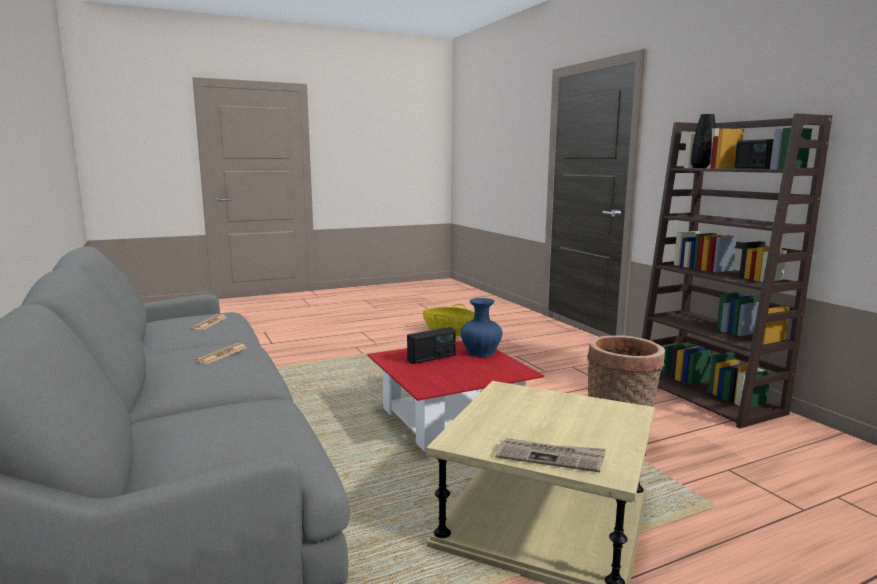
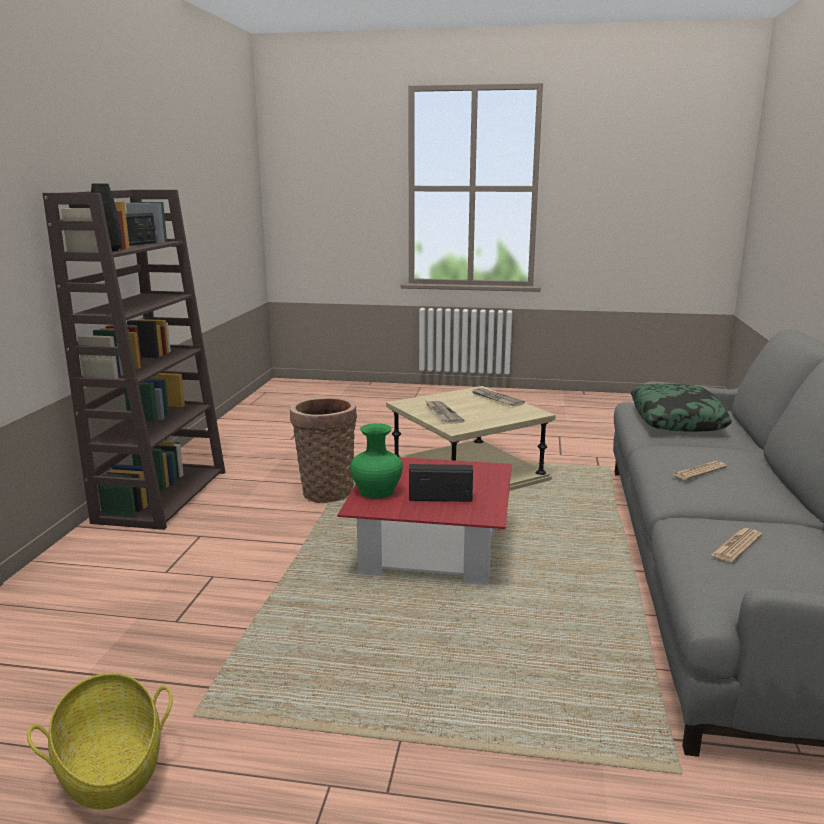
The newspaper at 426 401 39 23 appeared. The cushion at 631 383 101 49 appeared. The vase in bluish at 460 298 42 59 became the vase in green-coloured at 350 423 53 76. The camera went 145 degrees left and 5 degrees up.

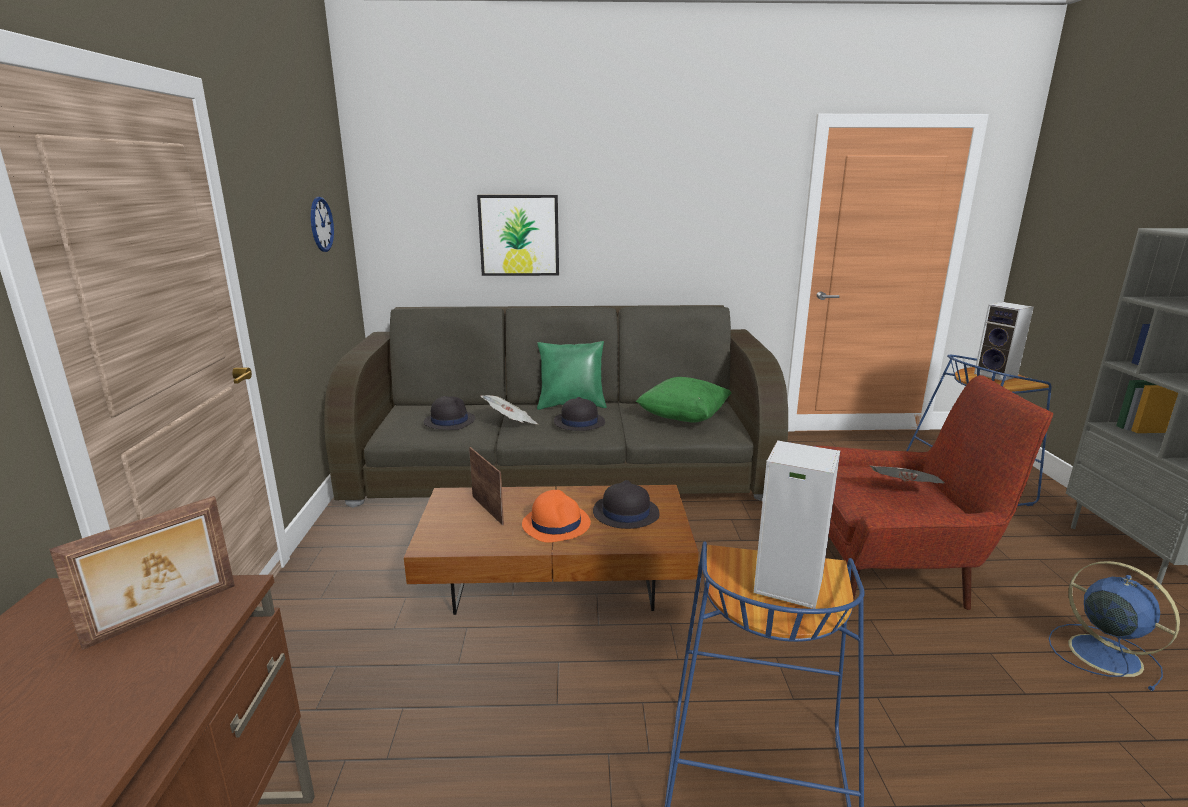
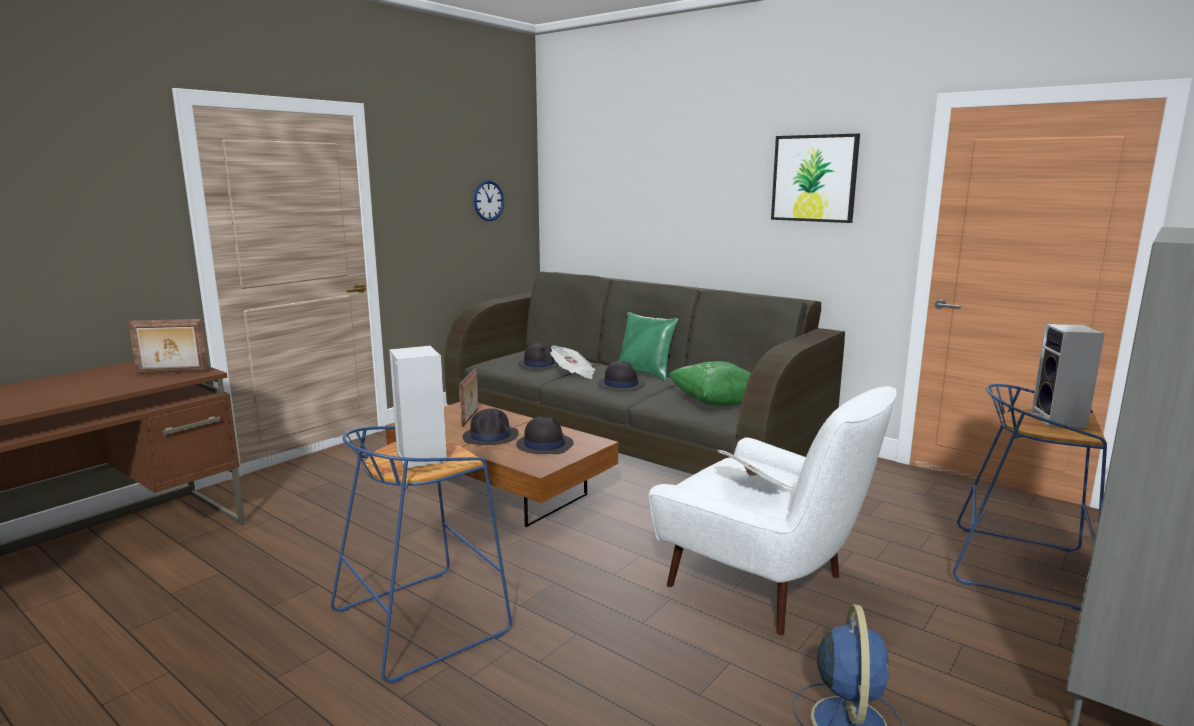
The picture moved from 477 195 82 81 to 771 134 89 89. The hat in orangey at 522 490 69 53 became the hat in black-coloured at 463 408 56 37. The lounge chair in red-coloured at 815 375 238 235 became the lounge chair in white-coloured at 648 386 249 249. The camera went 40 degrees right and 5 degrees down.

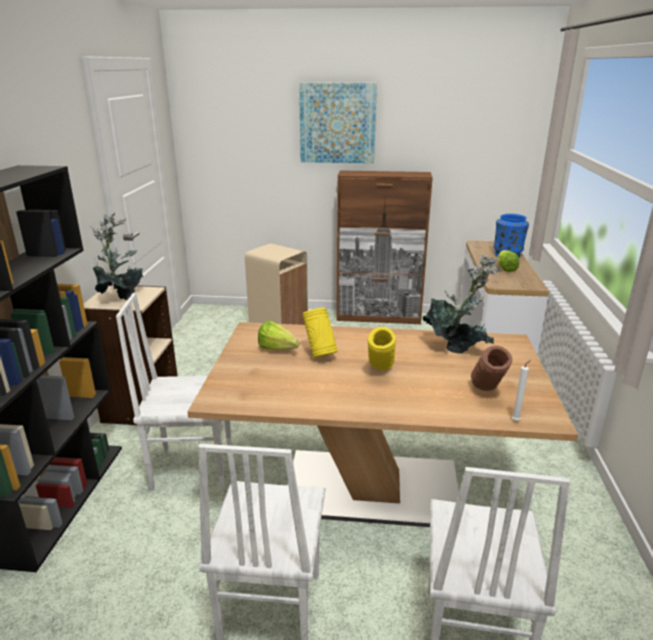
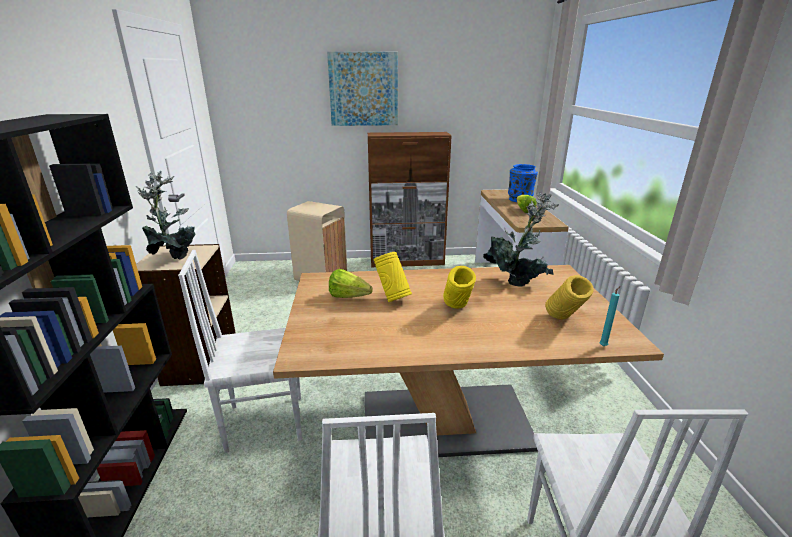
The vase in brown at 471 346 41 45 became the vase in yellowish at 545 275 49 44. The wax light in white-coloured at 512 360 19 61 became the wax light in turquoise at 599 286 22 60. The camera went 10 degrees left and 0 degrees up.

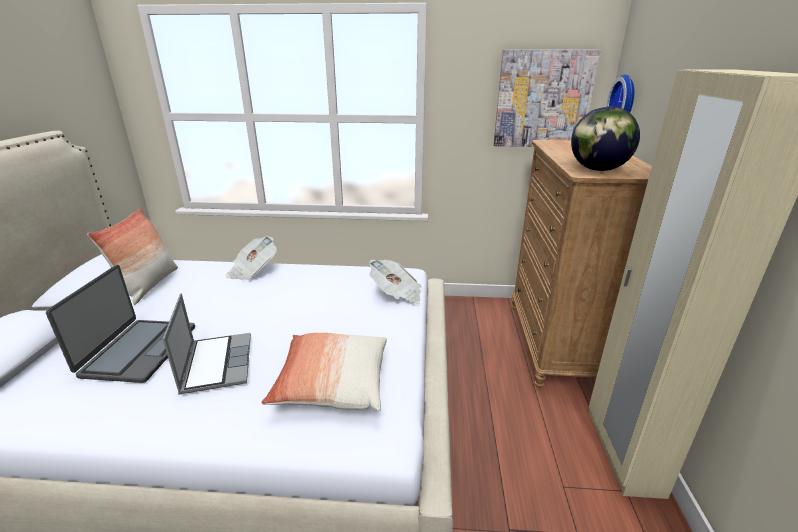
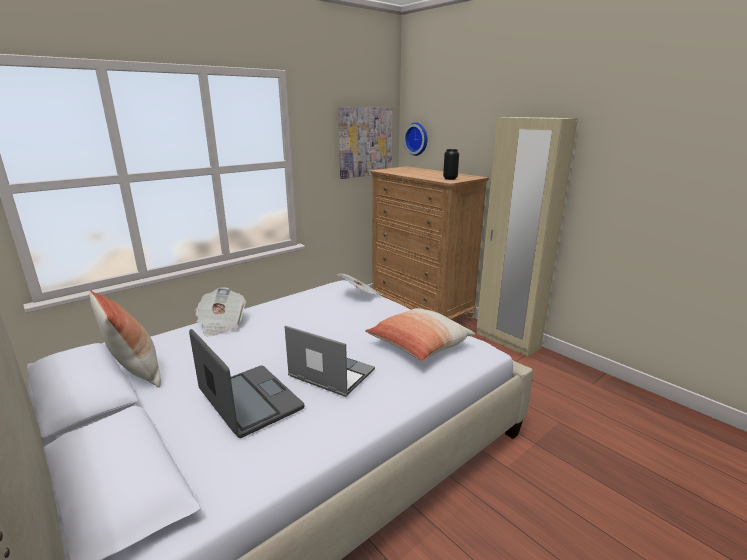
The desk globe at 571 106 69 65 was replaced by the vase in black-coloured at 443 149 16 31. The camera went 45 degrees left and 5 degrees down.

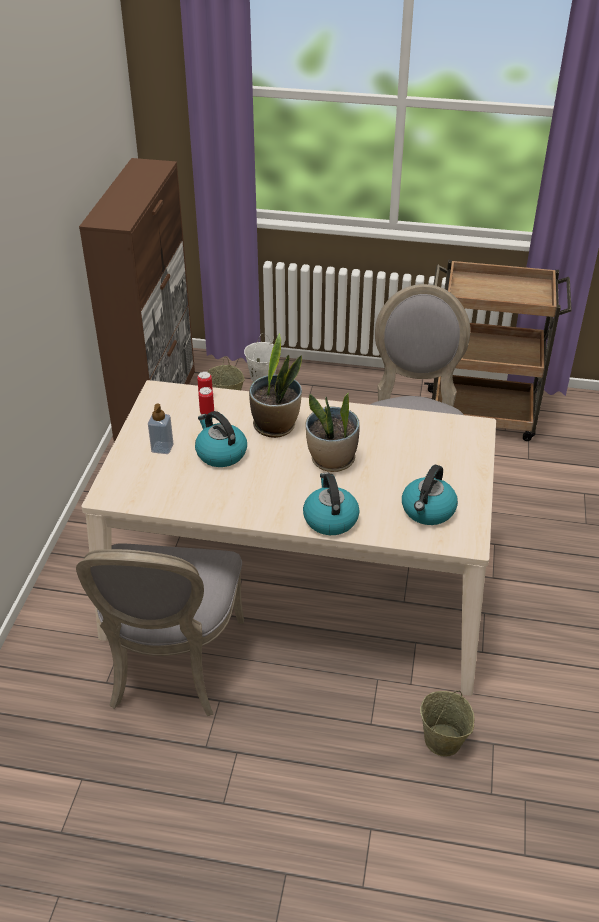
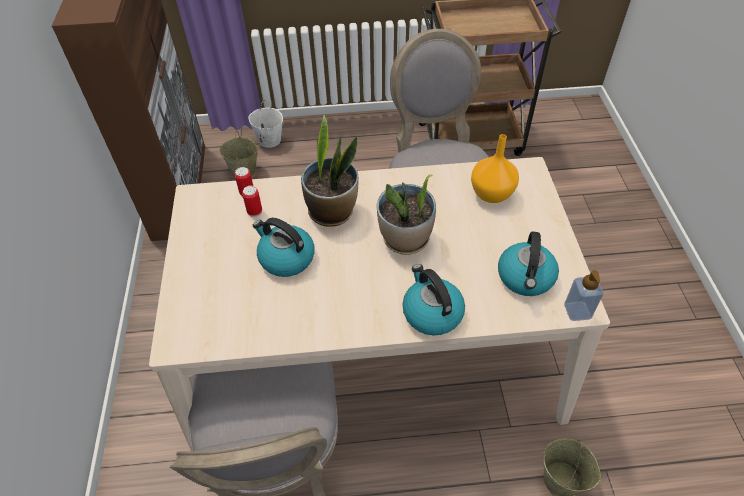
The vase in orangey at 471 134 48 69 appeared. The soap dispenser moved from 148 404 25 50 to 564 270 39 51. The camera went 15 degrees left and 10 degrees up.

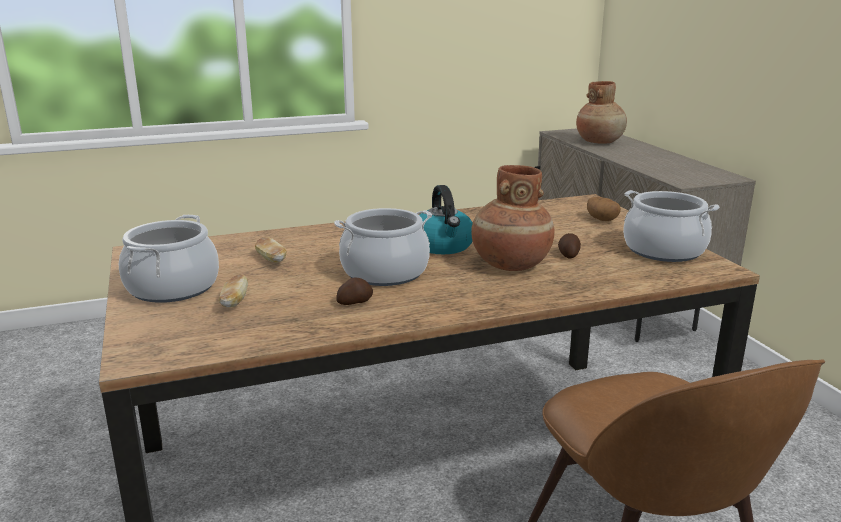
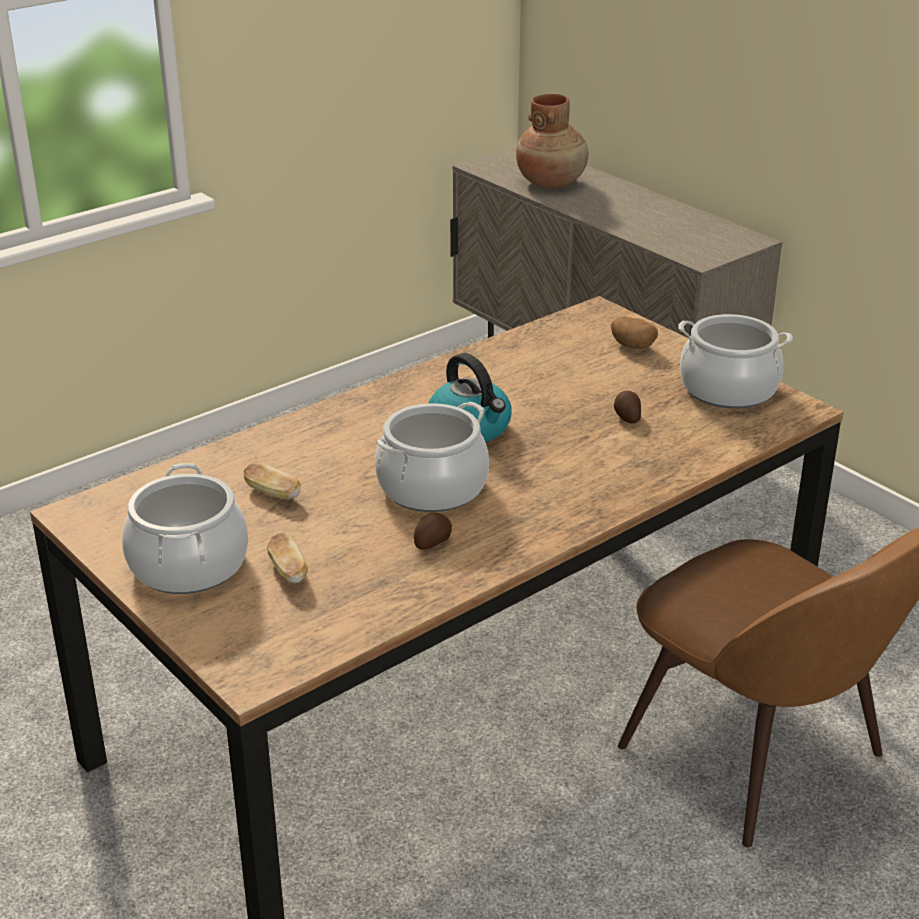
The vase in brown at 471 165 83 106 disappeared. The camera went 20 degrees left and 10 degrees up.

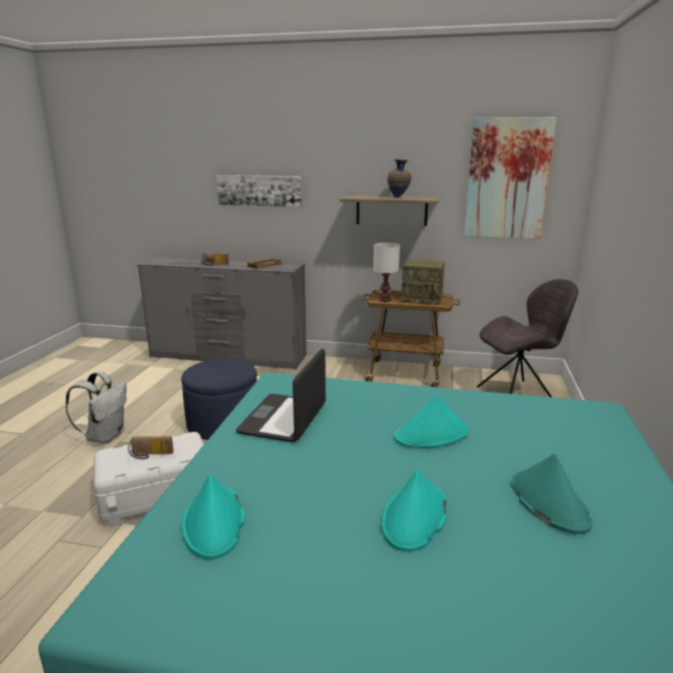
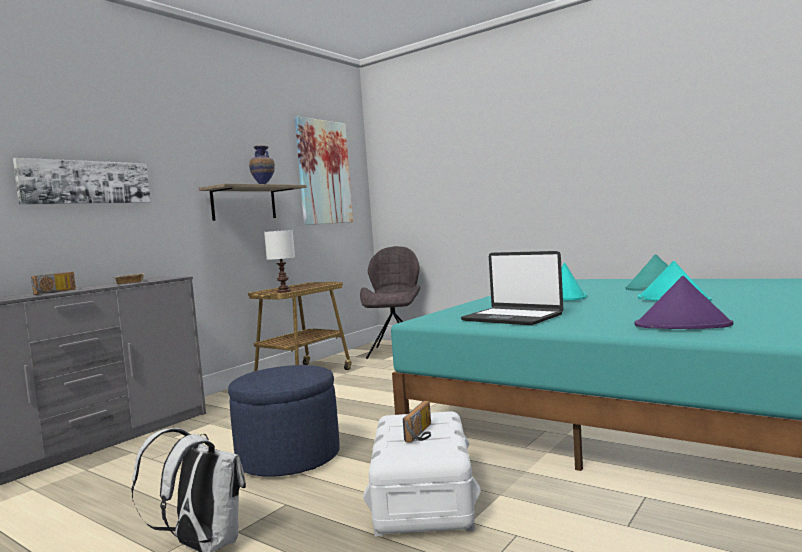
The radio set at 401 259 44 45 disappeared. The hat in turquoise at 182 473 63 86 became the hat in purplish at 635 276 98 53. The camera went 65 degrees left and 15 degrees down.

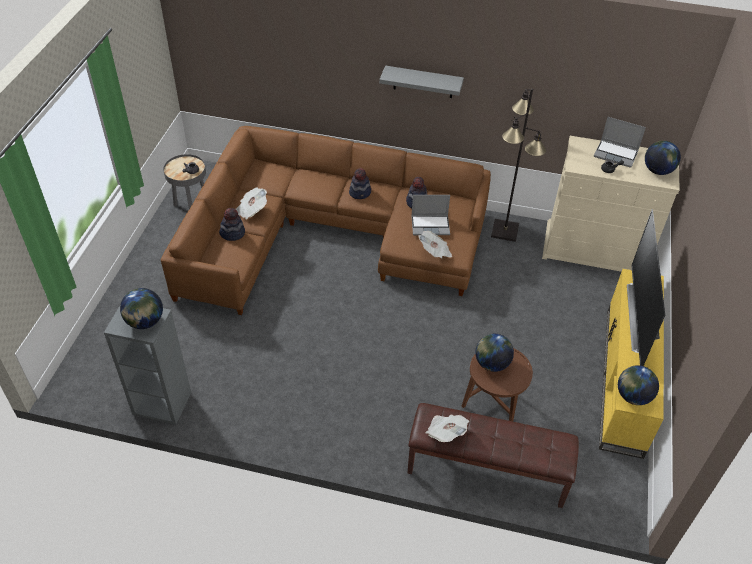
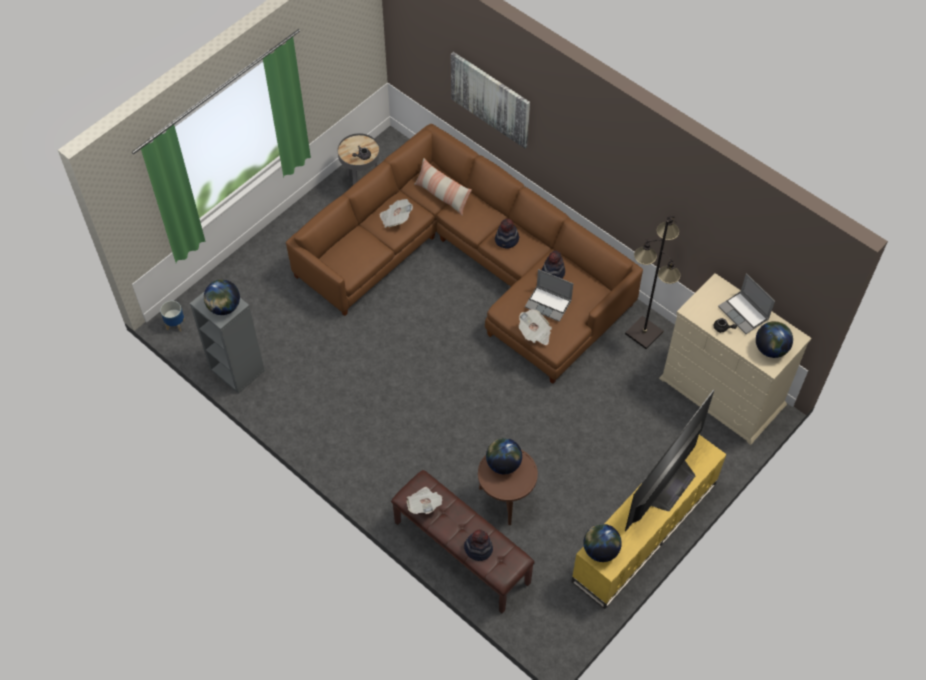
The wall shelf in greyish at 379 66 85 32 disappeared. The plant pot at 160 301 25 31 appeared. The cushion at 415 158 57 58 appeared. The picture at 451 52 79 96 appeared. The hat moved from 219 208 26 33 to 464 530 29 31. The camera went 30 degrees right and 10 degrees up.

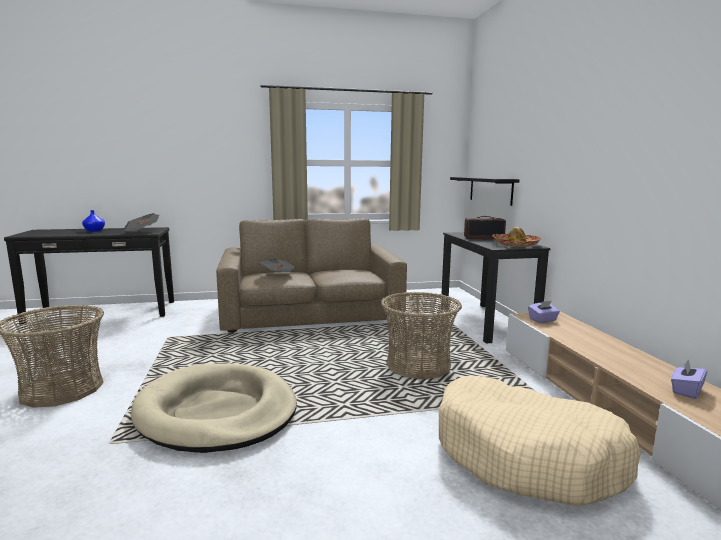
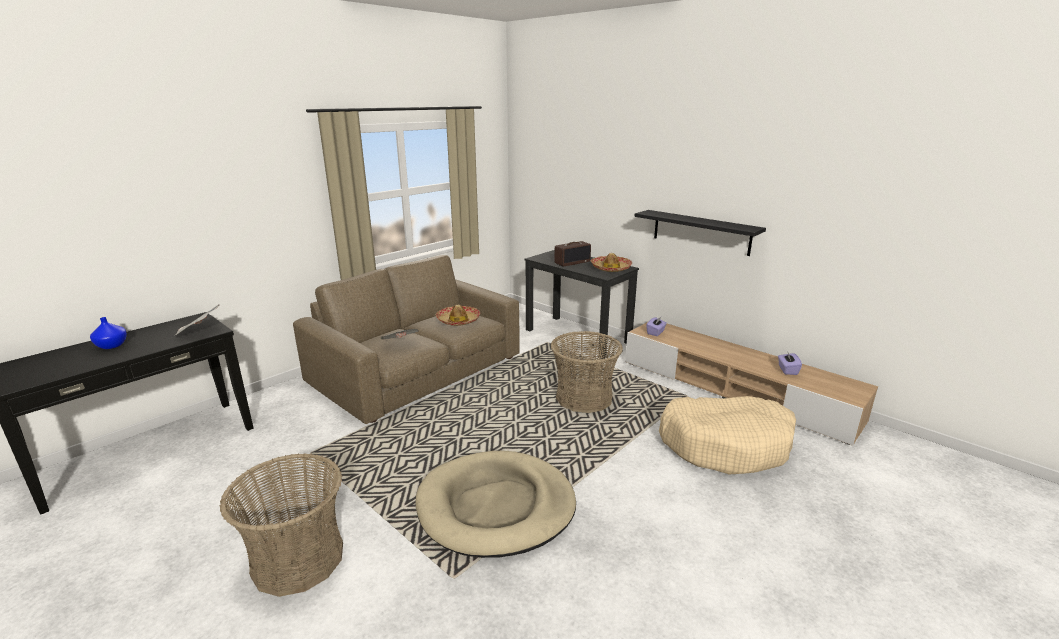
The hat at 436 305 44 21 appeared. The wall shelf in black-coloured moved from 450 177 70 29 to 634 210 132 46. The camera went 35 degrees left and 10 degrees up.

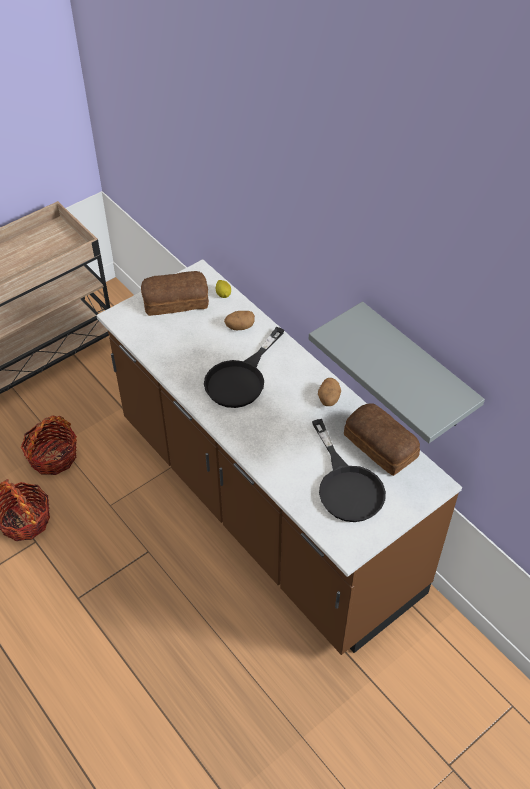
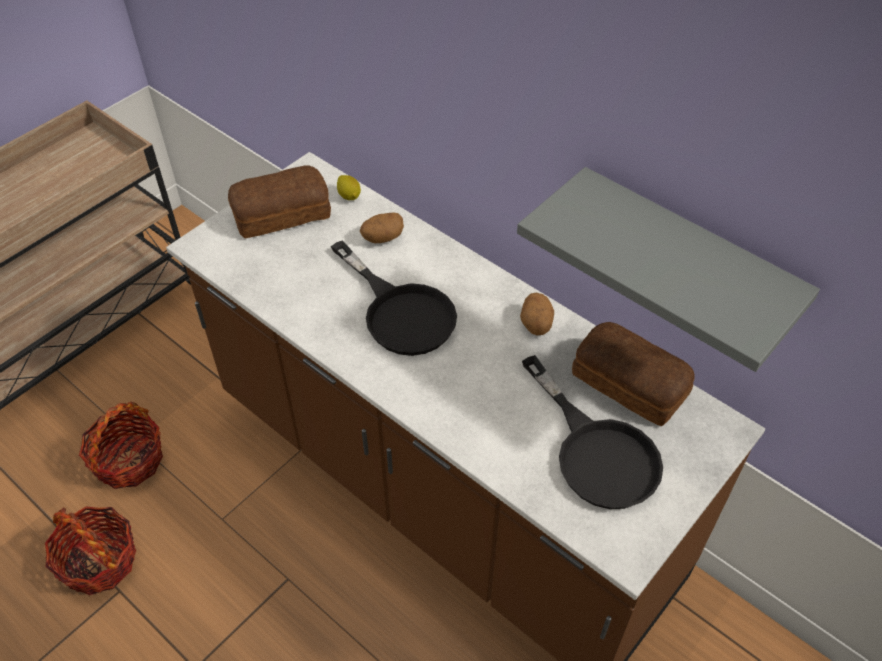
The skillet in black-coloured at 204 327 81 81 turned 60 degrees counterclockwise. The camera went 10 degrees left and 0 degrees up.

